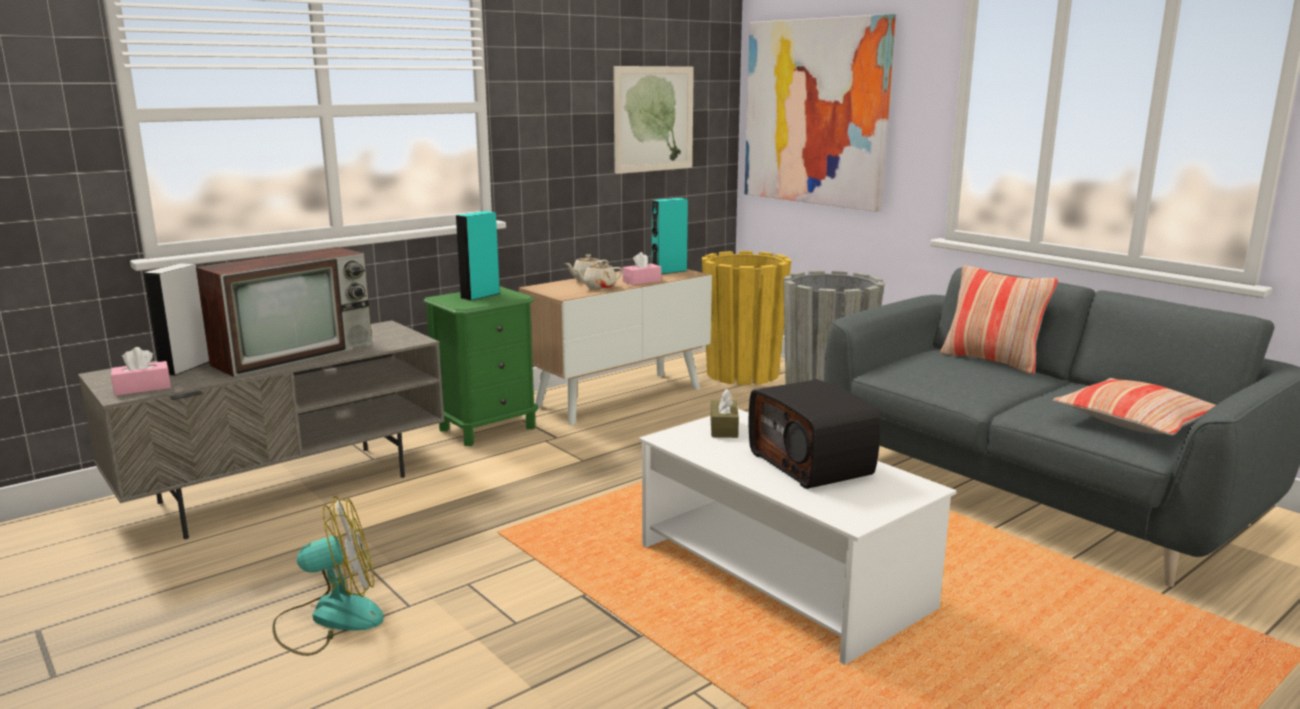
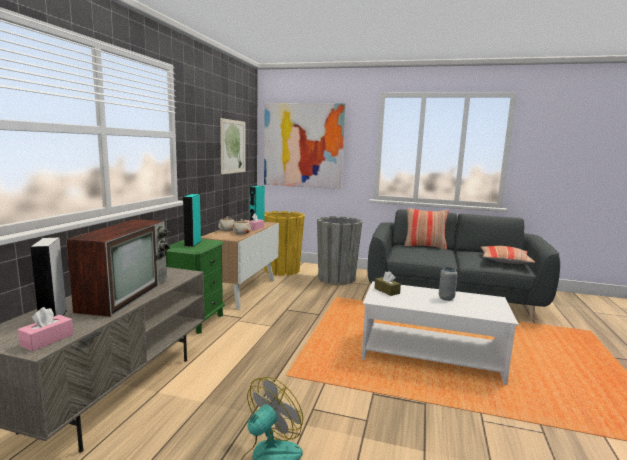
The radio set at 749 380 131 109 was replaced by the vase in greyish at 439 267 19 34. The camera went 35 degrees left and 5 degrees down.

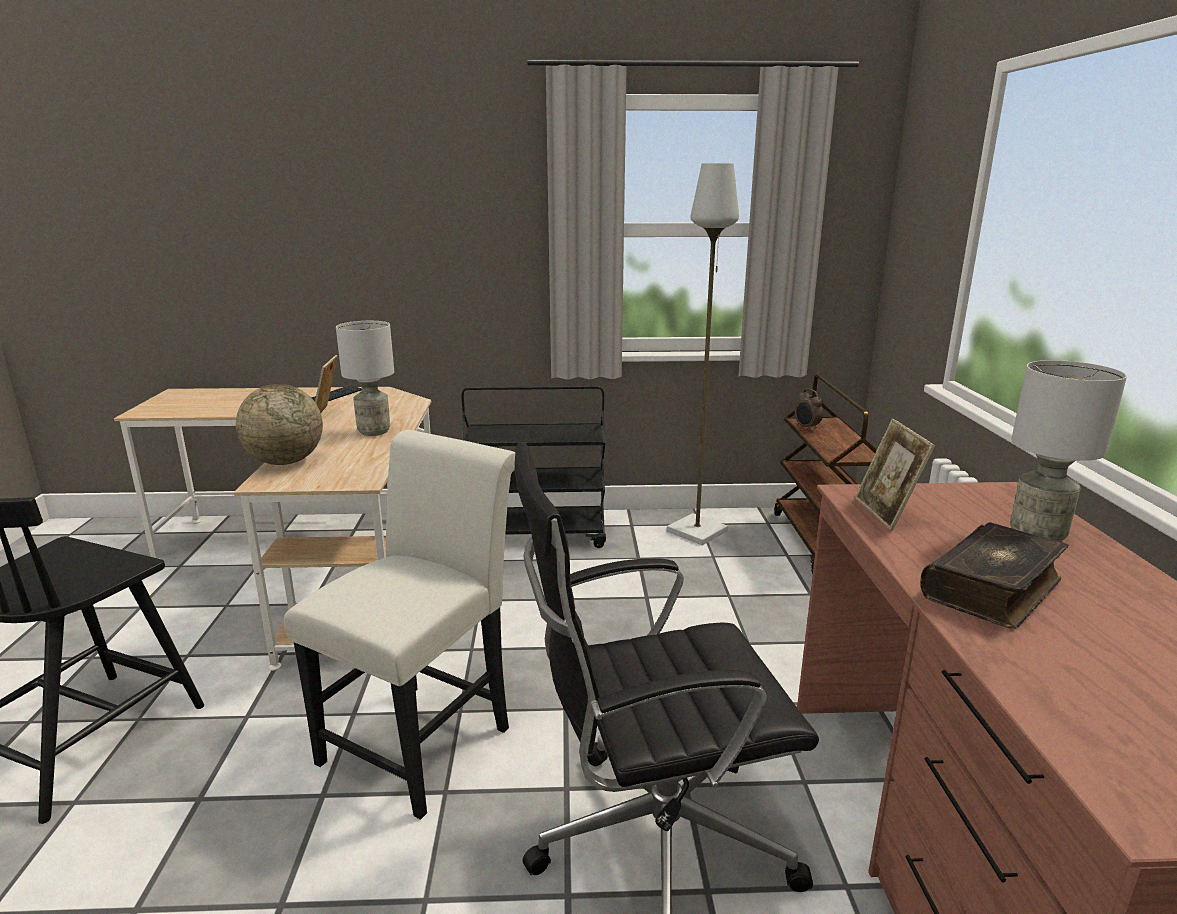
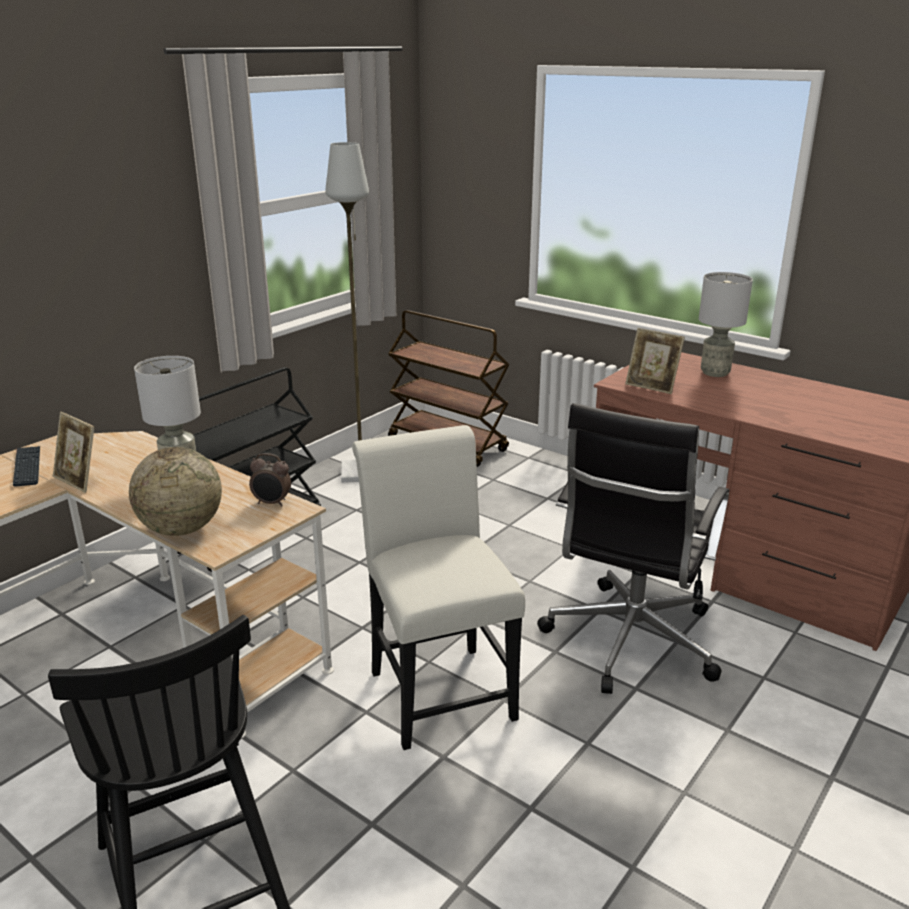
The book at 920 522 148 107 disappeared. The bedside clock moved from 794 389 29 42 to 249 453 42 54. The camera went 50 degrees left and 5 degrees up.

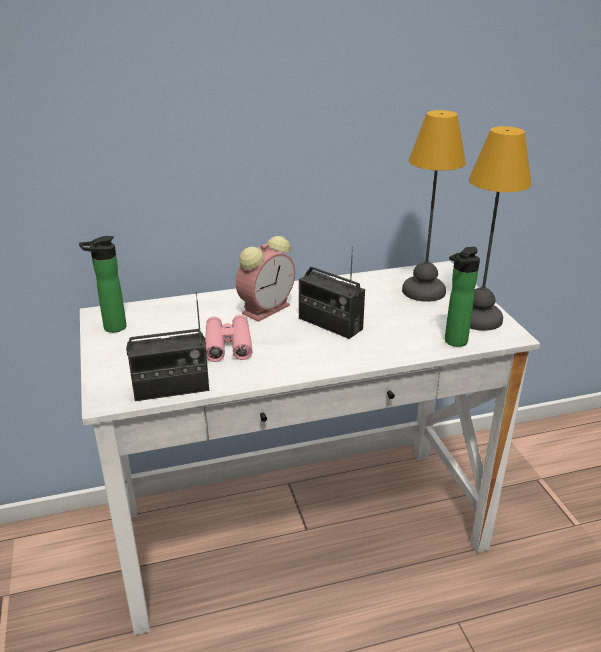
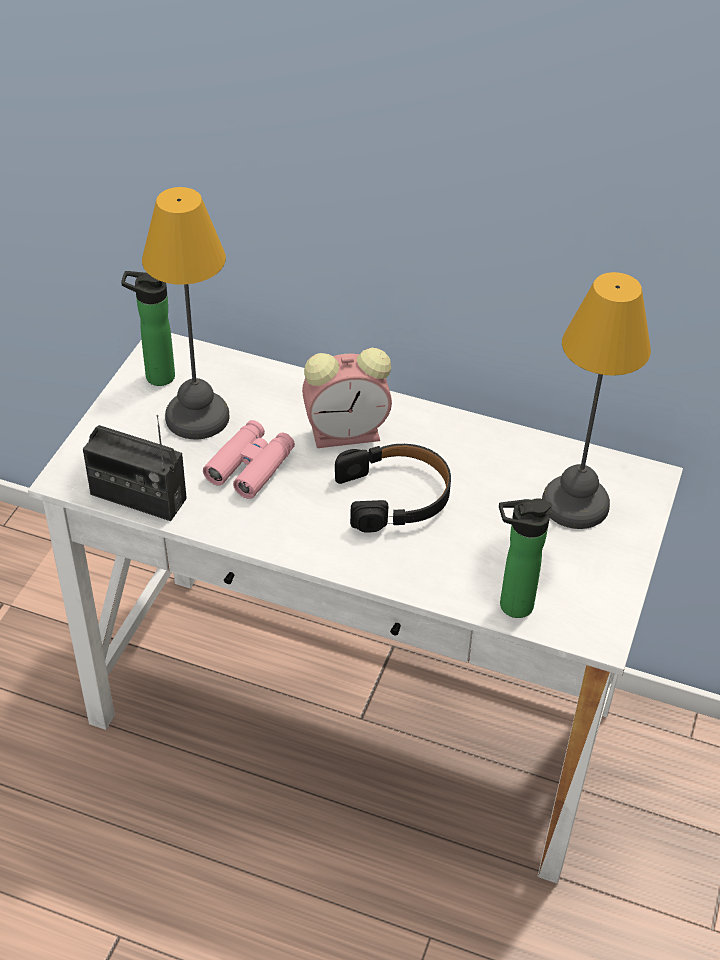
The lamp for a table moved from 469 126 62 205 to 142 187 88 252. The radio set at 299 247 66 92 was replaced by the pair of headphones in black-coloured at 335 444 116 89. The camera went 35 degrees right and 15 degrees up.

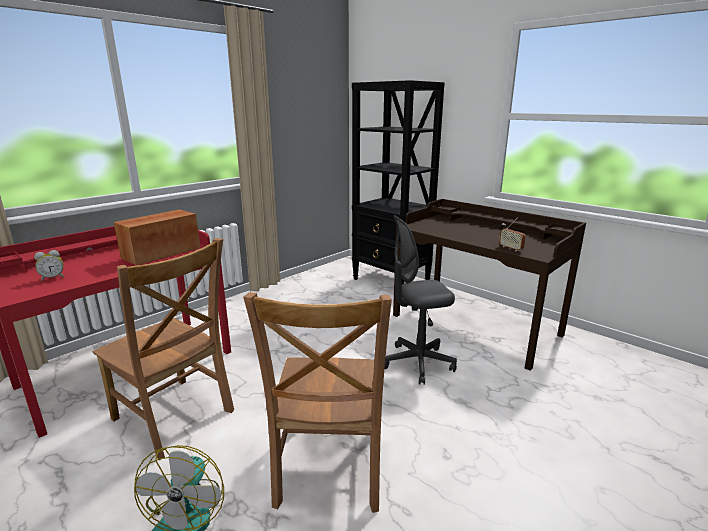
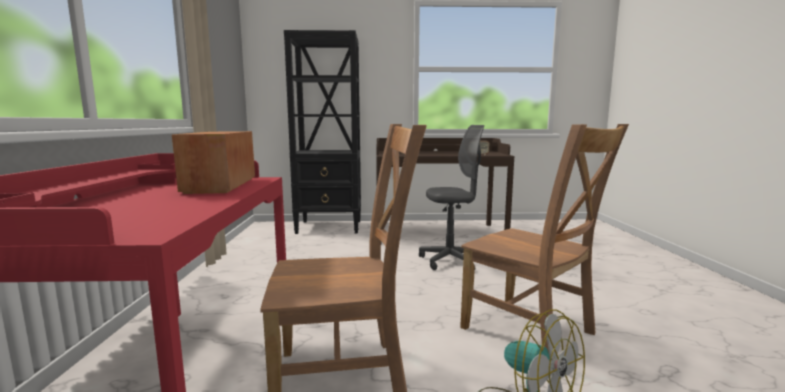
The bedside clock at 34 250 30 31 disappeared. The desk chair in greyish at 384 215 73 170 turned 135 degrees counterclockwise. The camera went 45 degrees left and 10 degrees down.

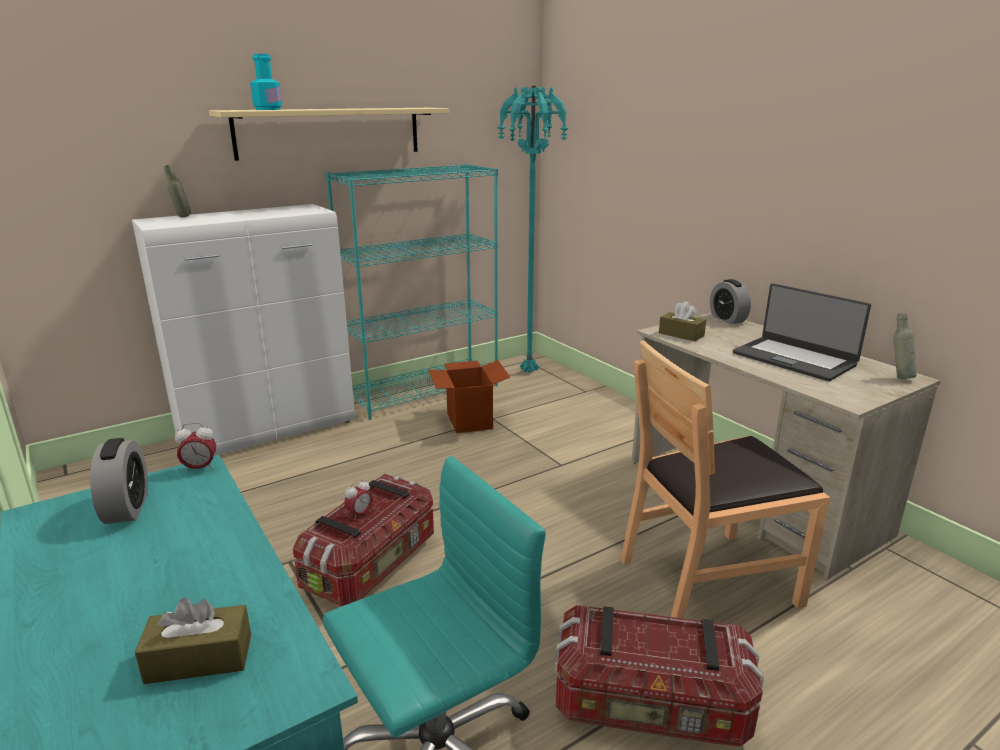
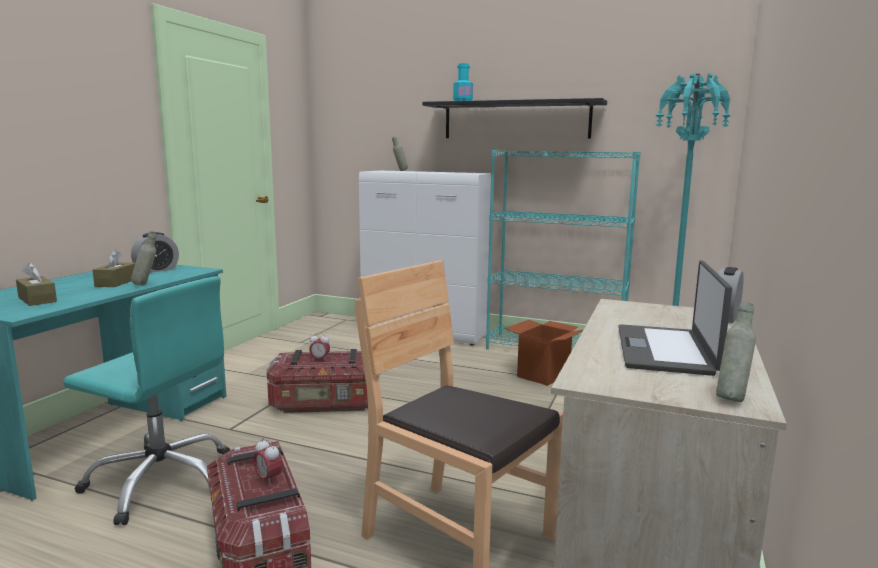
The drink bottle in greyish at 131 231 26 55 appeared. The bedside clock moved from 175 423 41 50 to 253 438 29 48. The tissue holder in brown moved from 659 301 47 40 to 93 249 42 38. The wall shelf in beige at 209 108 240 53 became the wall shelf in black-coloured at 422 98 185 41. The camera went 55 degrees right and 10 degrees down.

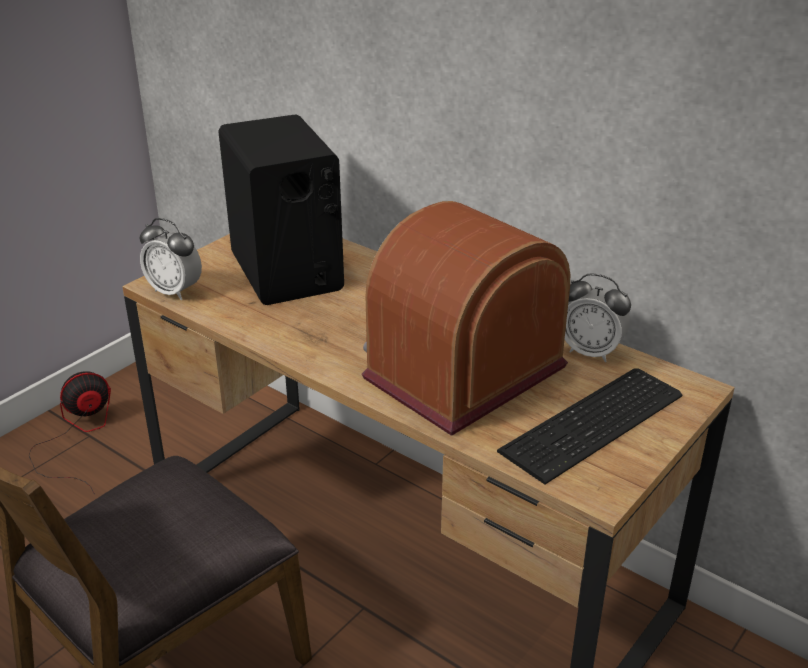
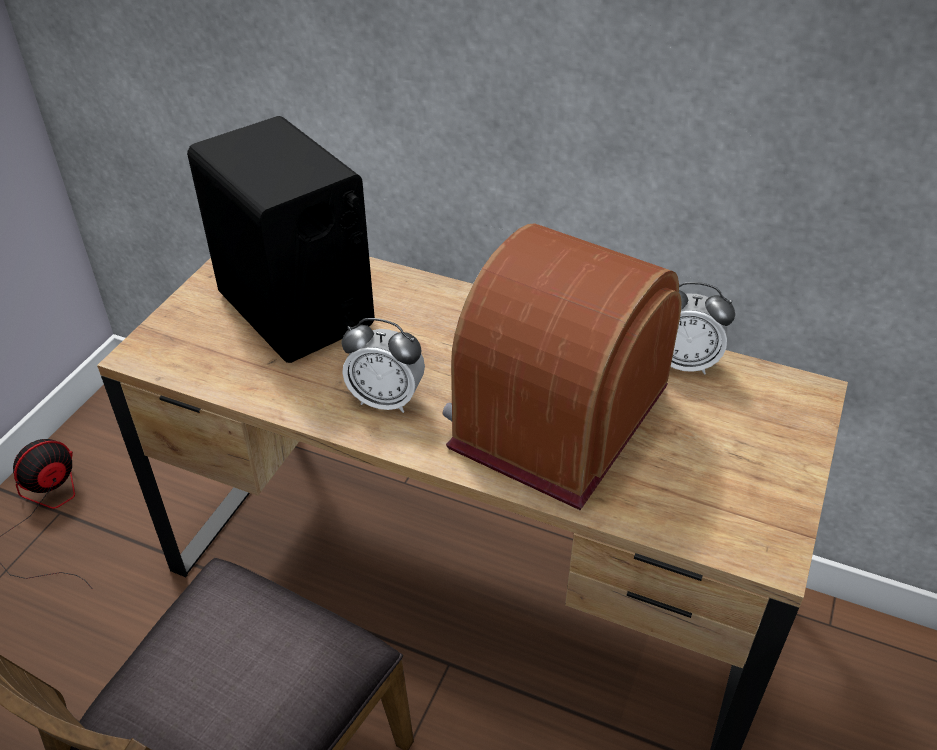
The PC keyboard at 497 368 185 116 disappeared. The bedside clock moved from 140 218 62 82 to 341 318 84 95. The camera went 15 degrees left and 10 degrees up.

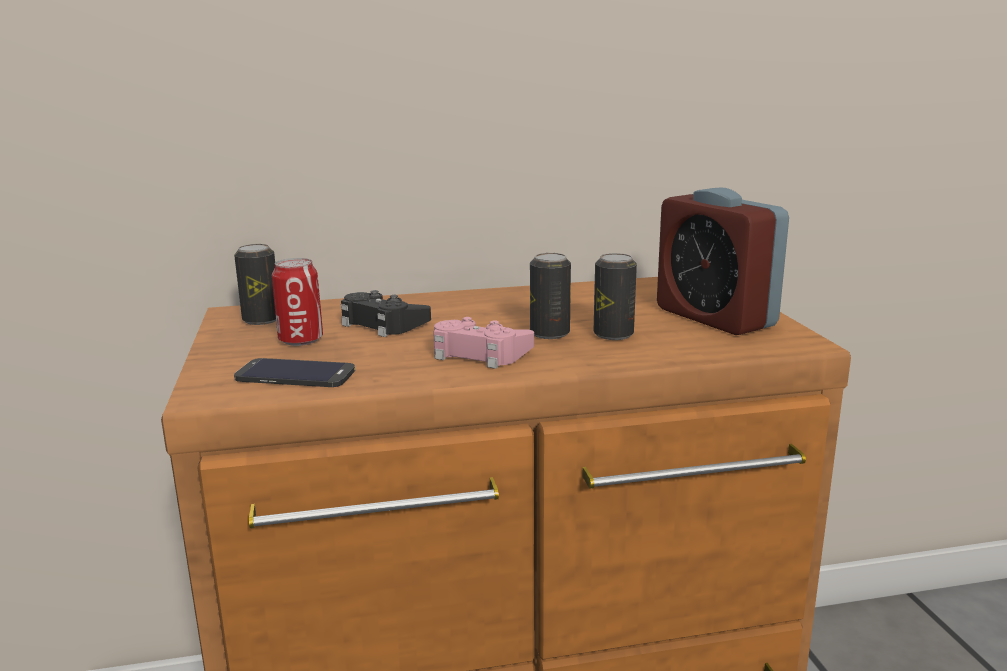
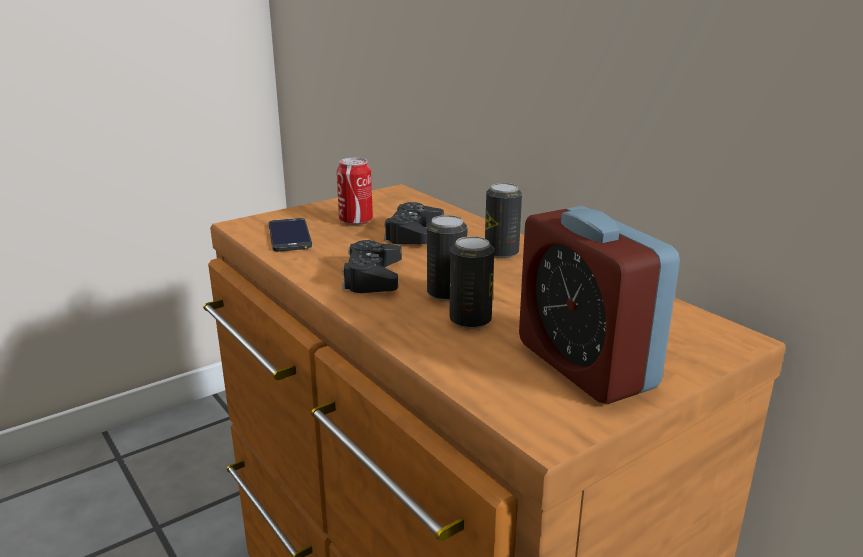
The sealed can moved from 234 244 42 81 to 485 183 37 75. The gamepad in pinkish at 433 317 101 52 became the gamepad in black-coloured at 342 240 60 53. The bedside clock at 657 188 132 147 turned 60 degrees counterclockwise. The camera went 65 degrees right and 5 degrees up.

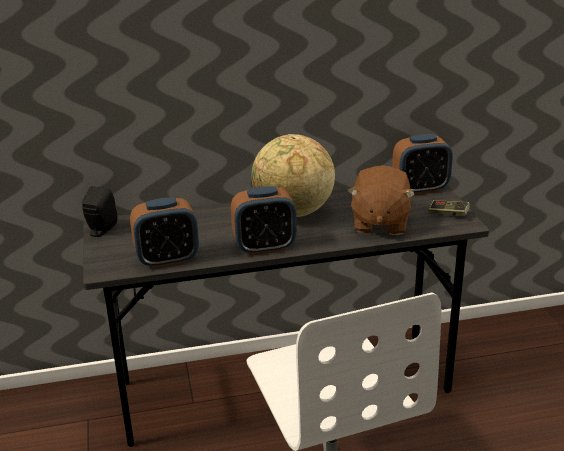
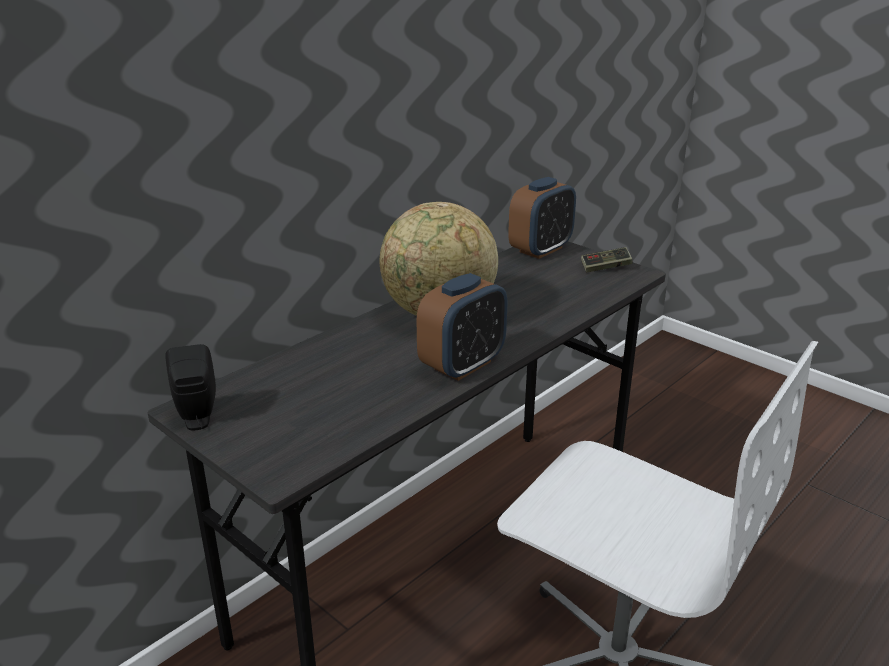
The bedside clock at 130 197 69 72 disappeared. The cuddly toy in brown at 348 165 67 70 disappeared. The camera went 35 degrees left and 0 degrees up.

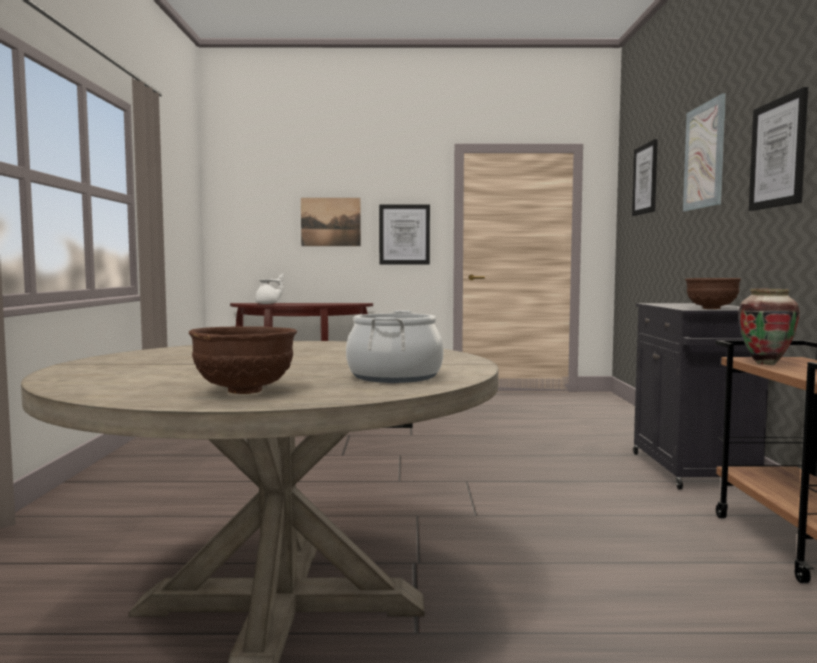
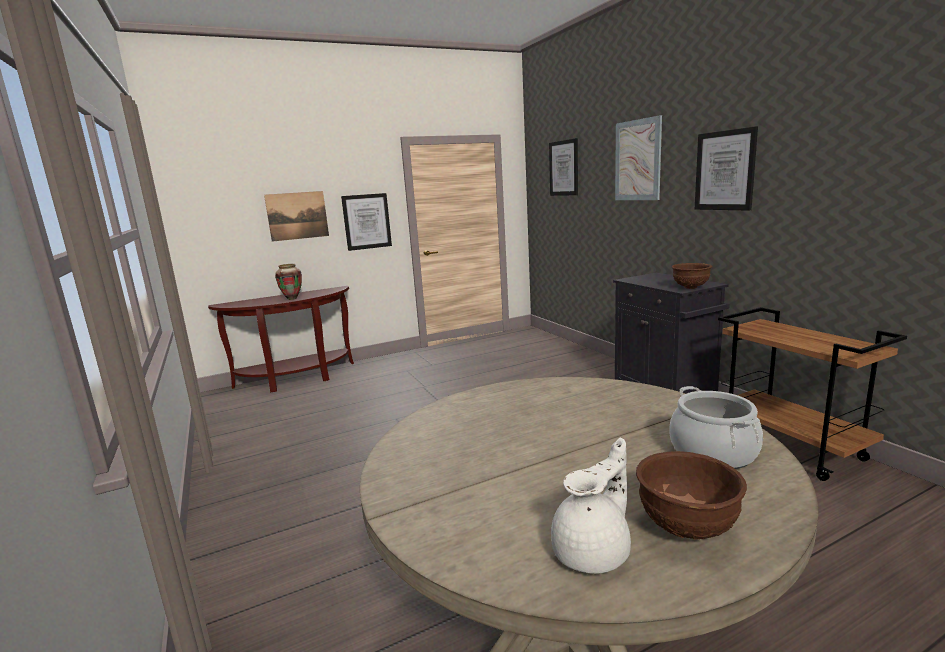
The teapot in white-coloured moved from 255 274 29 30 to 551 438 80 136. The vase moved from 738 289 62 76 to 275 264 27 36. The camera went 25 degrees left and 10 degrees up.

